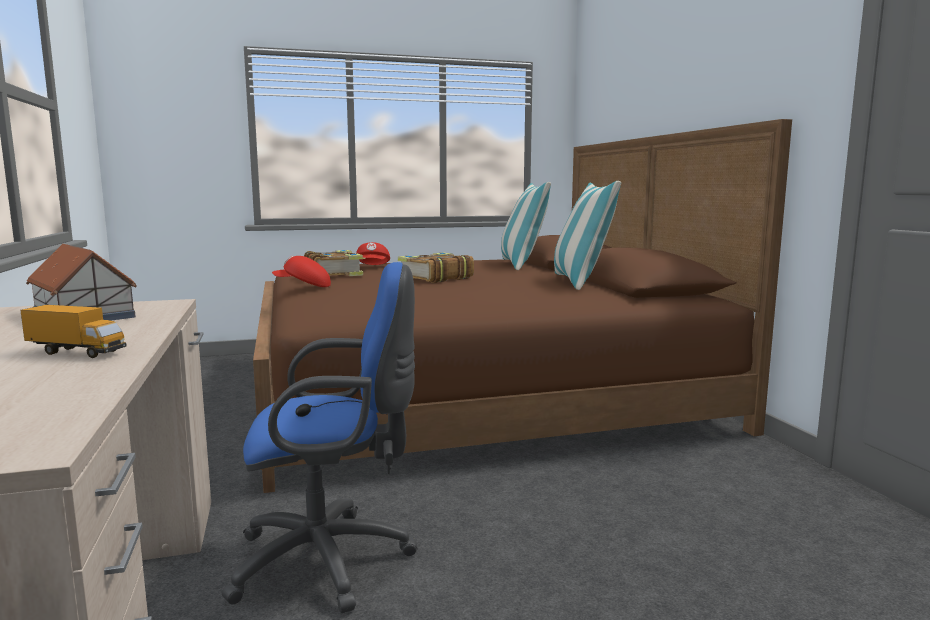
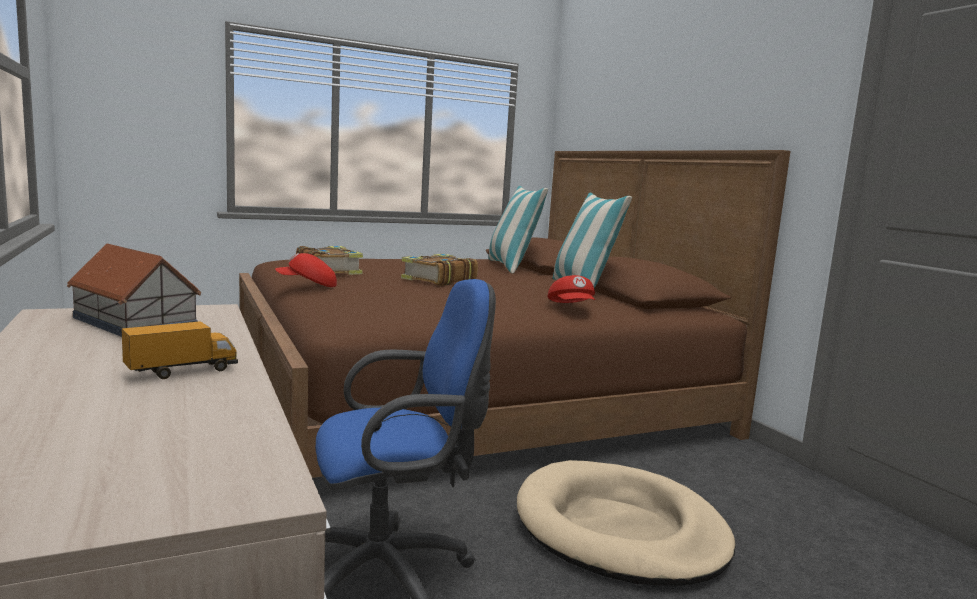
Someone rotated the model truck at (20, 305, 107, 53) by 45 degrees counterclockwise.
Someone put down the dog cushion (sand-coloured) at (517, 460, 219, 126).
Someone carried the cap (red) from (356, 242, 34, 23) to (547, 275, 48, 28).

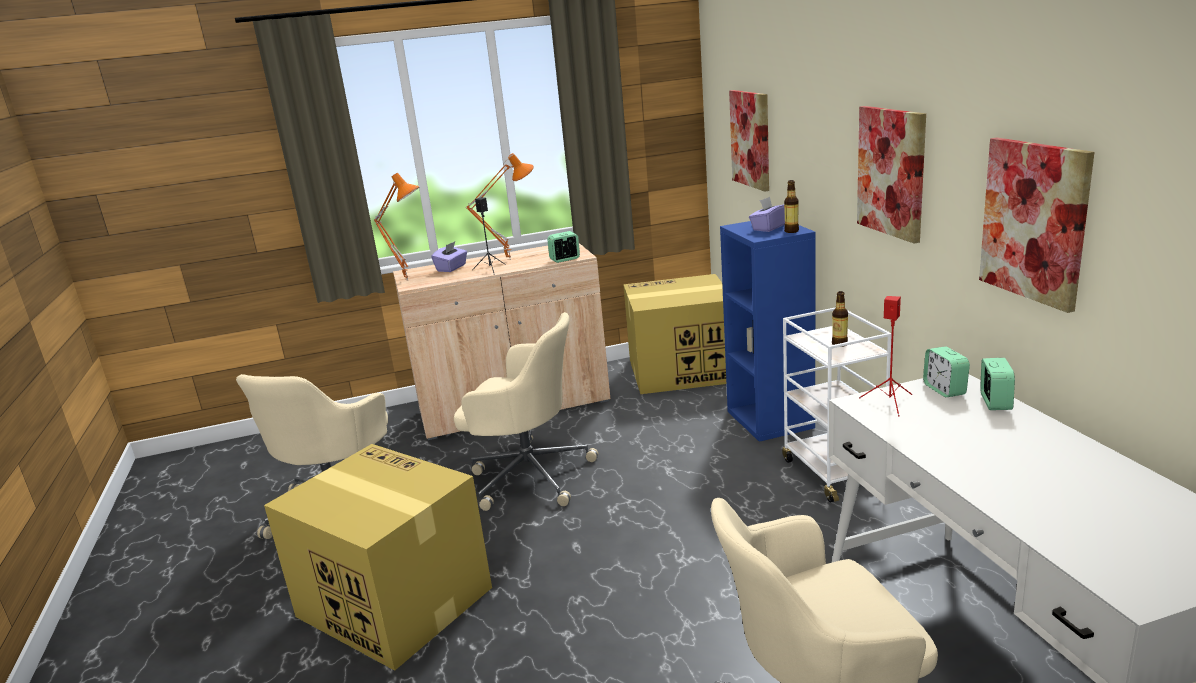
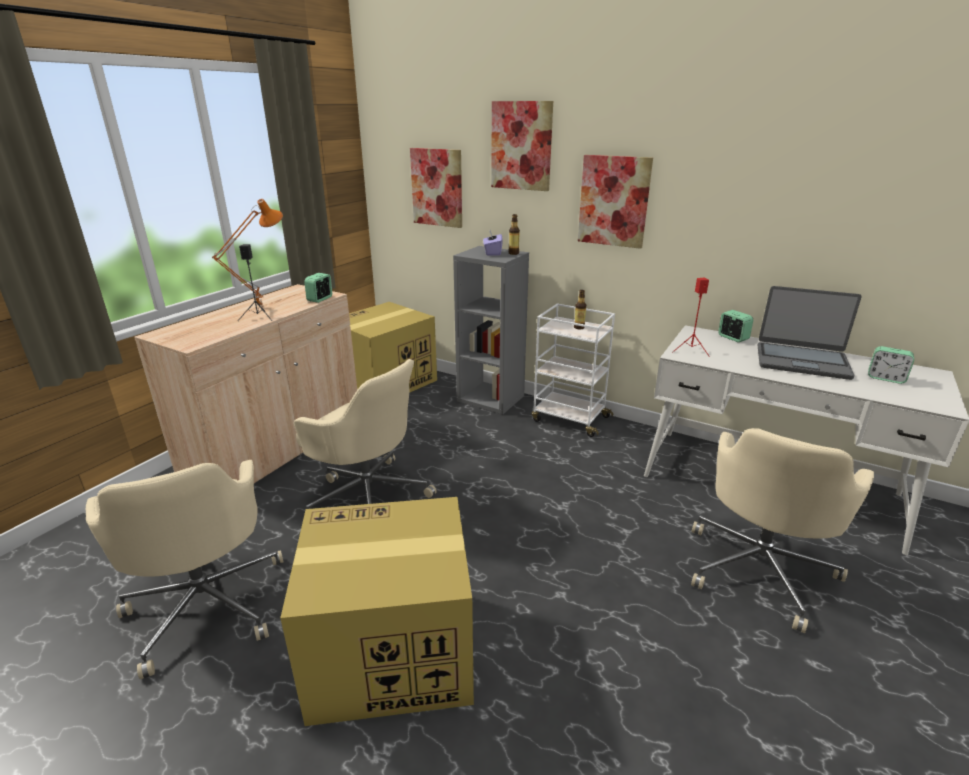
Someone rotated the computer chair (sand-coloured) at (454, 312, 144, 199) by 60 degrees clockwise.
Someone repainted the bookshelf (blue) at (720, 221, 96, 221), which became the bookshelf (gray) at (453, 246, 76, 168).
Someone carried the picture from (979, 137, 116, 176) to (491, 101, 62, 90).
Someone put down the portable computer at (758, 286, 103, 94).
Someone carried the table clock from (923, 346, 47, 51) to (868, 346, 46, 38).
Someone took away the tabletop lamp (orangey) at (374, 173, 45, 108).
Someone took away the tissue holder (purple-coloured) at (431, 242, 36, 30).

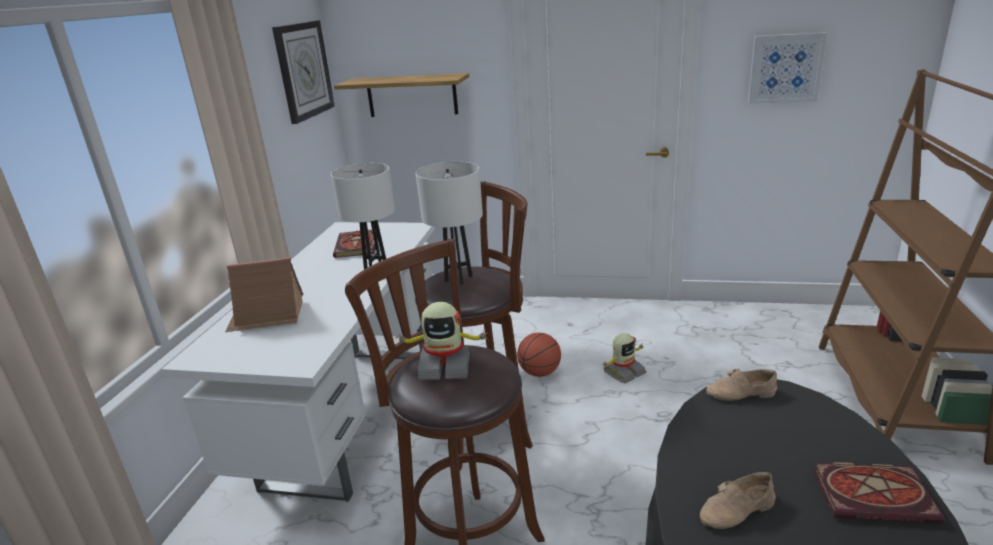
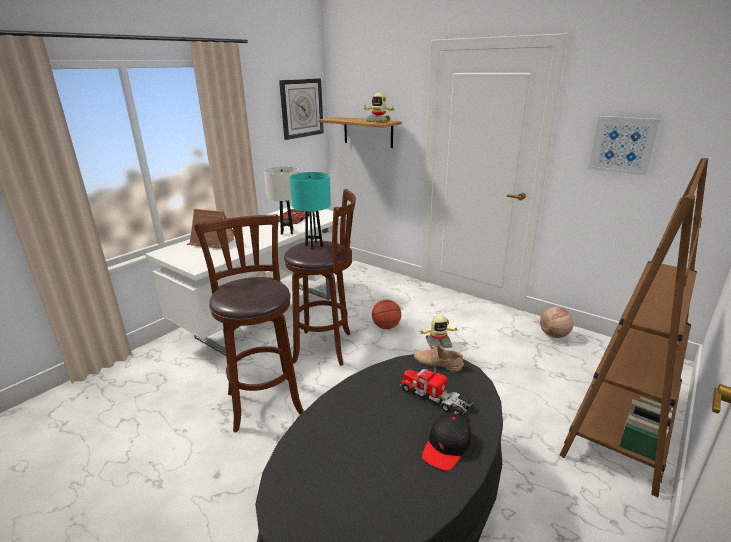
Someone repainted the tabletop lamp (whitish) at (416, 162, 67, 123), which became the tabletop lamp (blue-green) at (290, 172, 41, 77).
Someone carried the toy robot from (395, 302, 95, 78) to (363, 93, 32, 30).
Someone put down the model truck at (400, 367, 73, 51).
Someone swapped the bound book at (813, 462, 131, 62) for the cap (blackish) at (422, 413, 49, 58).
Someone put down the basketball ball at (540, 307, 33, 31).
Someone took away the low shoe (sand-coloured) at (700, 472, 76, 57).

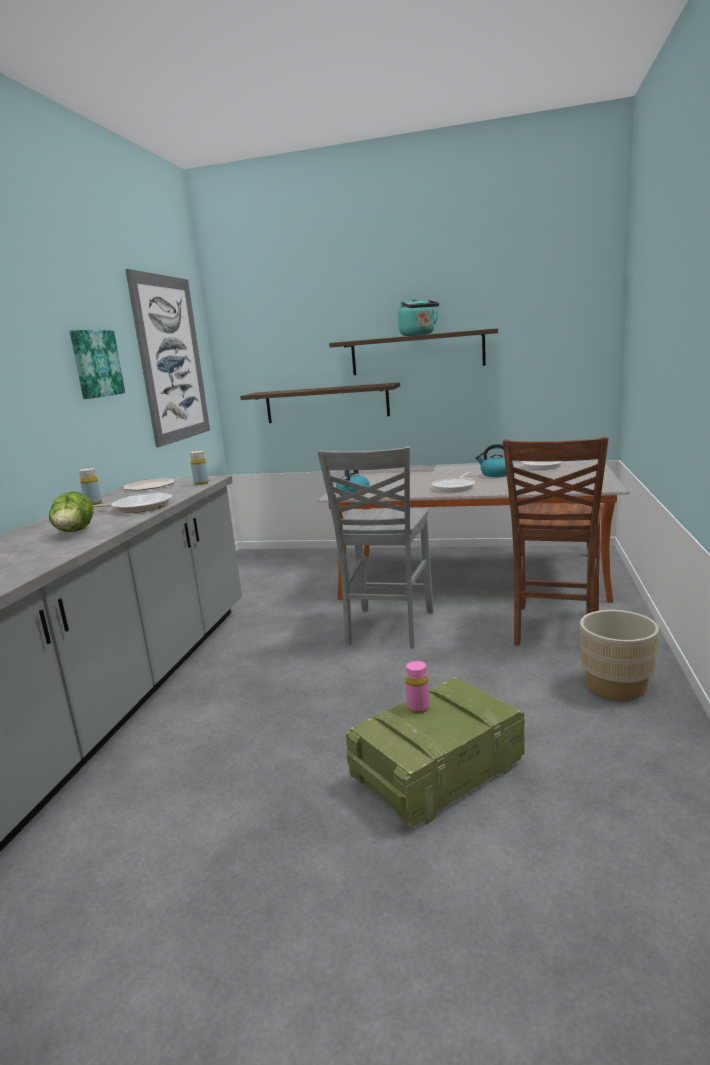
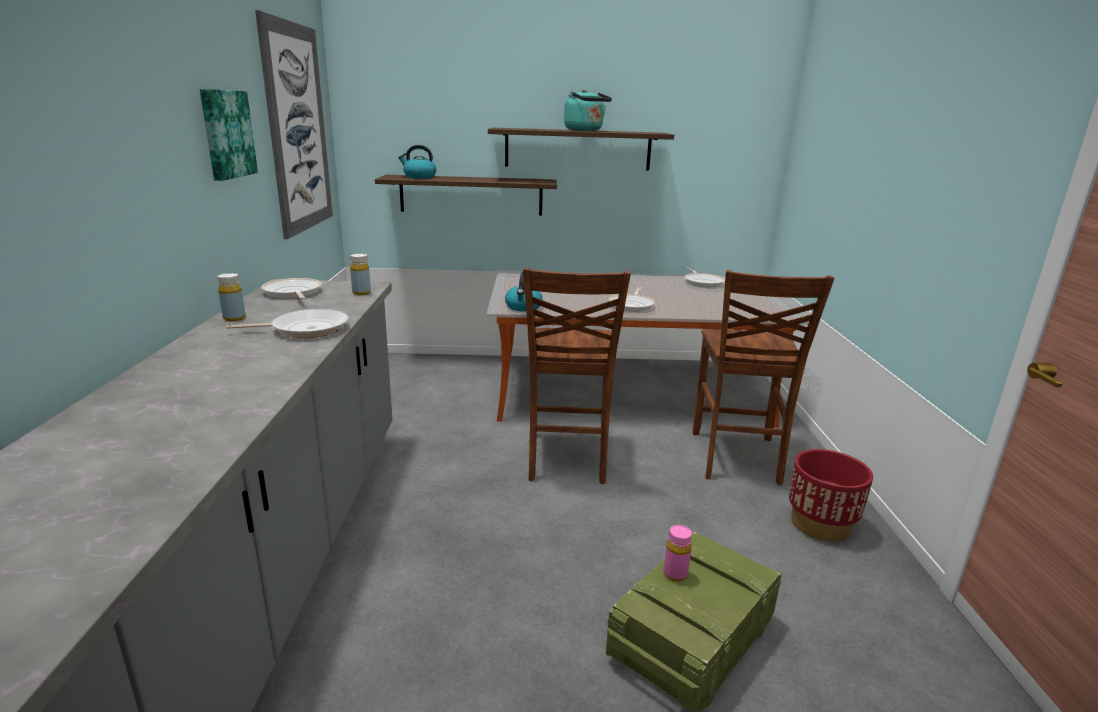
Someone swapped the plate at (123, 478, 51, 12) for the frying pan at (261, 278, 61, 21).
Someone carried the kettle from (475, 444, 39, 33) to (398, 145, 38, 34).
Someone repainted the chair (gray) at (318, 446, 115, 203), which became the chair (brown-coloured) at (523, 268, 108, 216).
Someone repainted the flower pot (sand-coloured) at (580, 610, 79, 90), which became the flower pot (red) at (789, 449, 84, 93).
Someone took away the lettuce head at (49, 492, 45, 40).

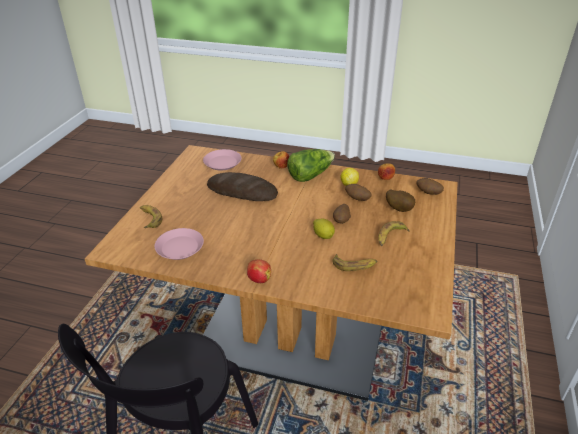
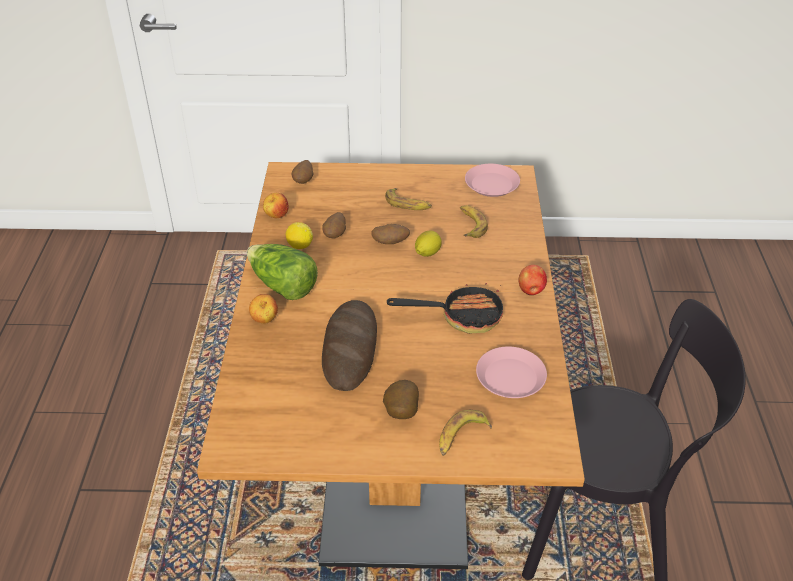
Someone carried the spud from (386, 189, 29, 23) to (383, 380, 36, 39).
Someone put down the frying pan at (387, 283, 116, 50).
Someone carried the plate (pinkish) from (203, 149, 39, 22) to (465, 164, 55, 33).

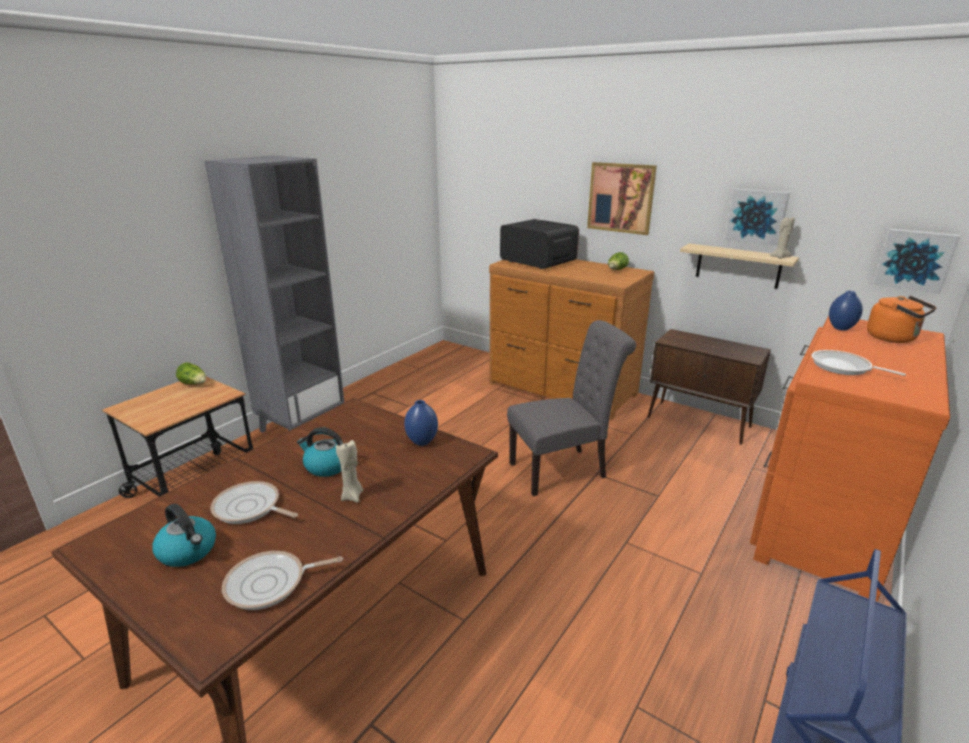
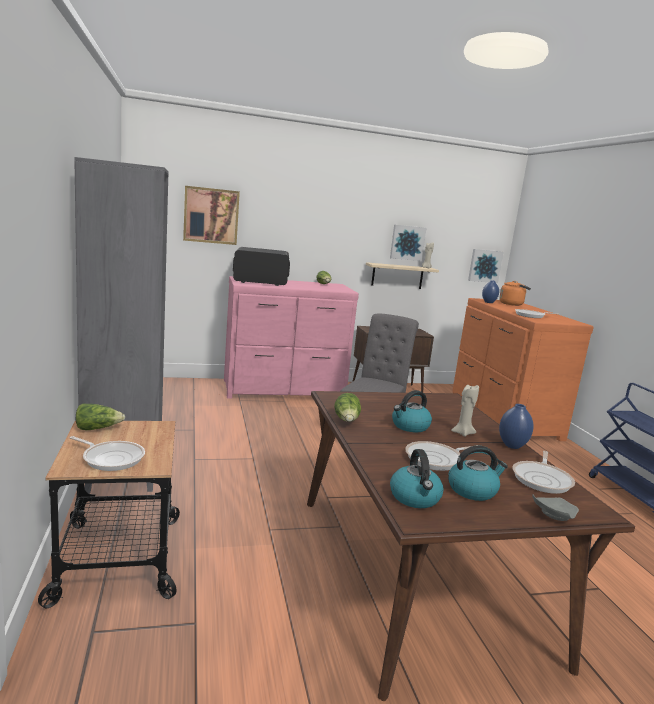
Someone put down the frying pan at (70, 436, 75, 35).
Someone carried the picture from (587, 162, 70, 73) to (183, 186, 57, 59).
Someone repainted the dresser (brown-coloured) at (489, 259, 165, 162), which became the dresser (pinkish) at (224, 276, 135, 123).
Someone put down the lettuce head at (334, 393, 27, 29).
Someone put down the kettle at (390, 449, 54, 59).
Someone carried the vase (blue) from (404, 400, 34, 46) to (499, 404, 35, 45).
Someone put down the plate (gray) at (532, 494, 47, 27).

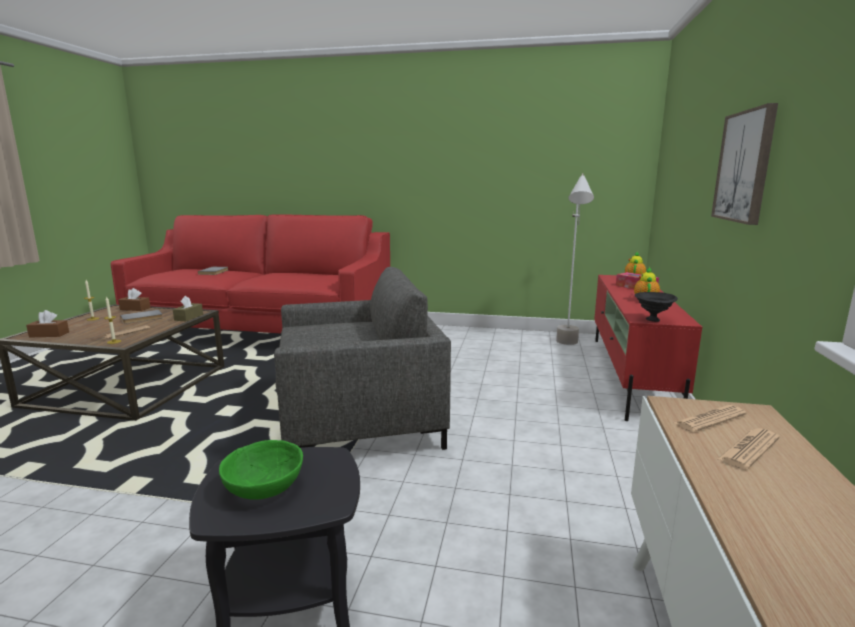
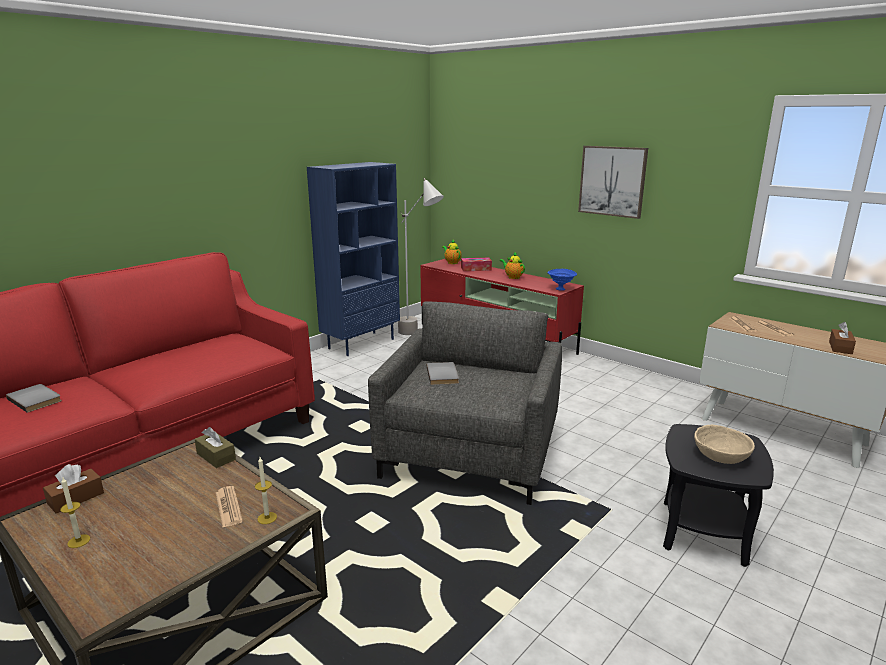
Someone put down the bookshelf (blue) at (307, 162, 93, 194).
Someone carried the bound book (gray) from (120, 310, 43, 14) to (426, 362, 33, 23).
Someone repainted the serving bowl (blackish) at (635, 292, 43, 30), which became the serving bowl (blue) at (547, 269, 30, 21).
Someone repainted the serving bowl (green) at (219, 440, 84, 60), which became the serving bowl (sand-coloured) at (694, 425, 61, 39).
Someone carried the tissue holder (brown-coloured) from (26, 310, 43, 27) to (829, 322, 27, 32).

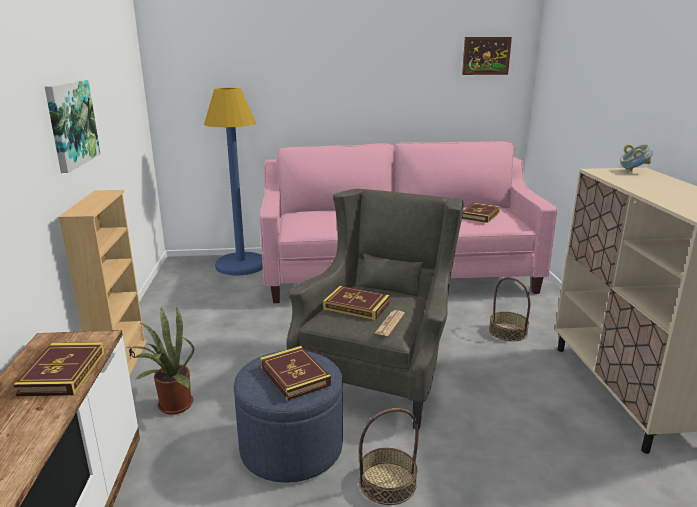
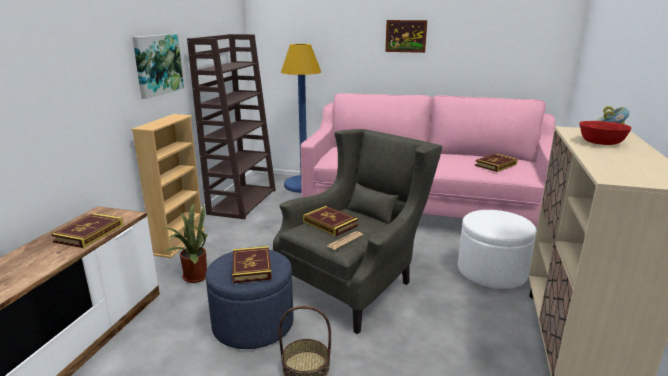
Someone put down the bookshelf (brown-coloured) at (187, 34, 89, 185).
Someone carried the picture from (462, 37, 50, 38) to (385, 20, 42, 33).
Someone swapped the basket at (489, 277, 41, 64) for the ottoman (whitish) at (458, 210, 78, 79).
Someone put down the serving bowl (red) at (580, 121, 52, 24).

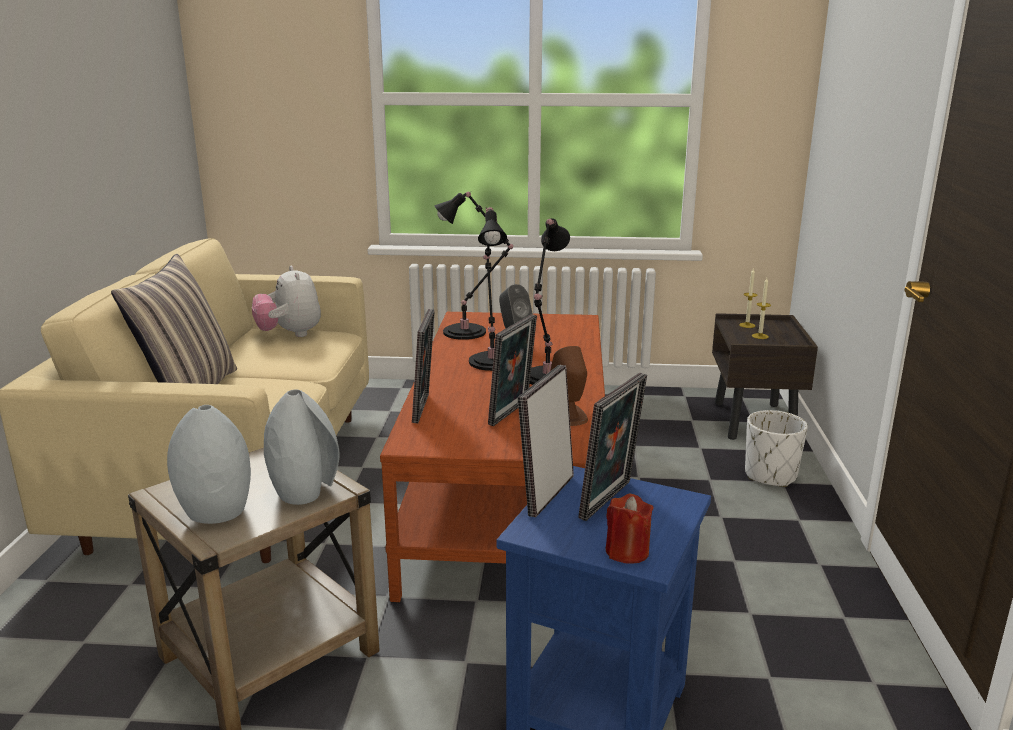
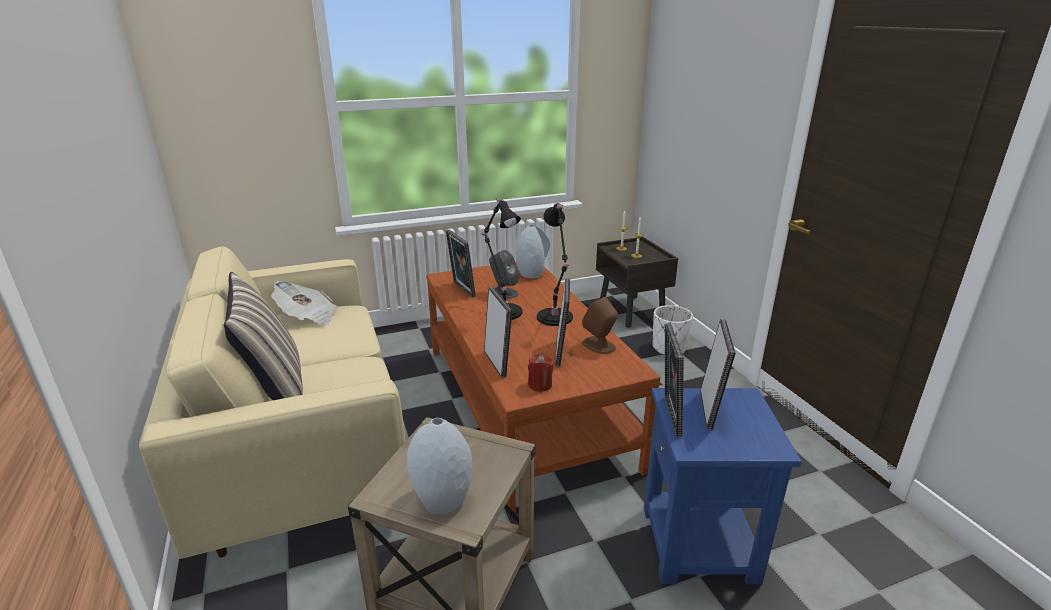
Someone swapped the cuddly toy at (252, 266, 69, 71) for the daily paper at (271, 281, 66, 44).
Someone swapped the tabletop lamp (blackish) at (434, 192, 80, 148) for the picture frame at (446, 230, 30, 68).
Someone carried the vase (gray) from (264, 389, 75, 116) to (515, 225, 35, 53).
Someone carried the candle (red) from (605, 494, 48, 70) to (528, 353, 25, 39).

